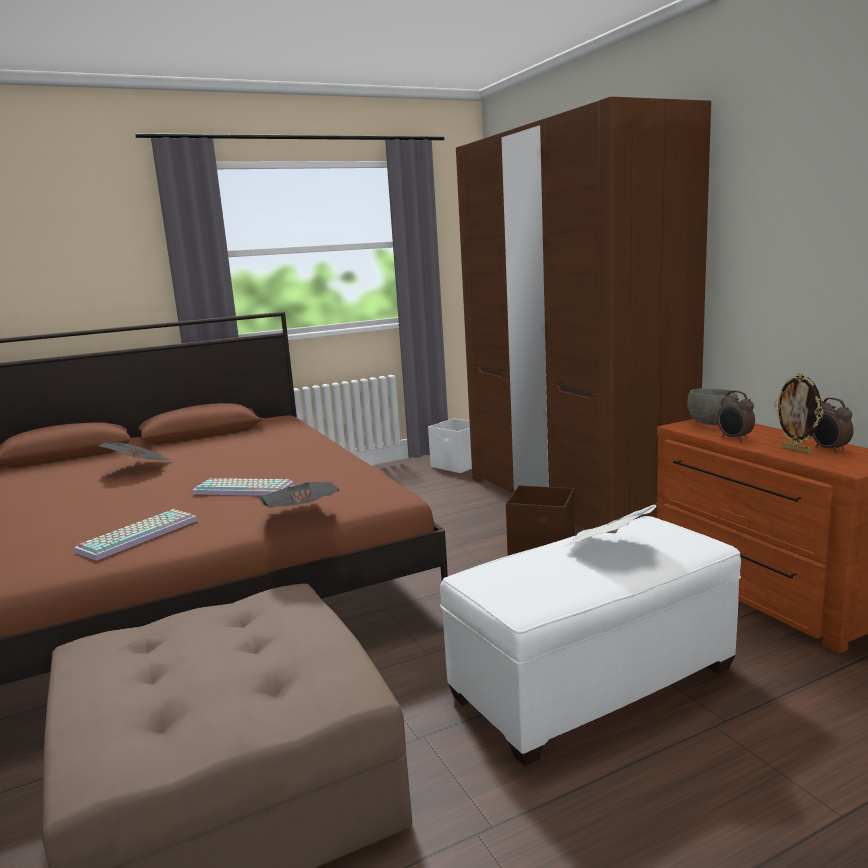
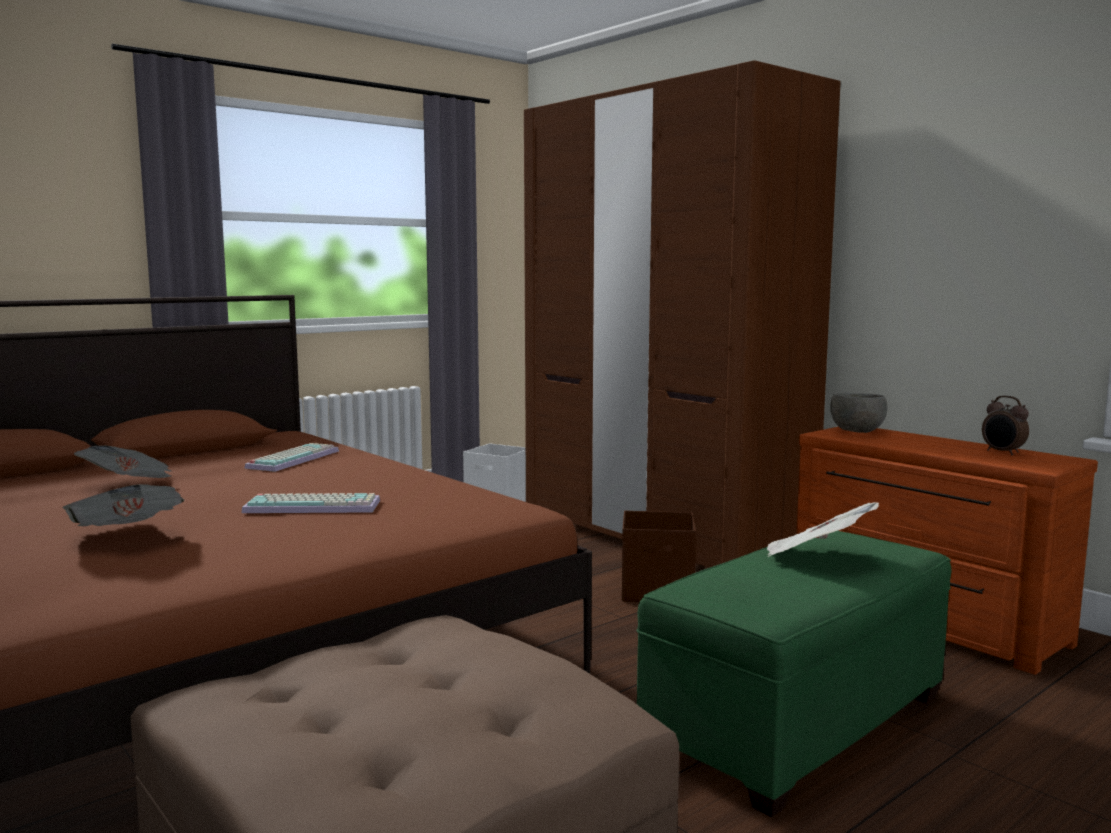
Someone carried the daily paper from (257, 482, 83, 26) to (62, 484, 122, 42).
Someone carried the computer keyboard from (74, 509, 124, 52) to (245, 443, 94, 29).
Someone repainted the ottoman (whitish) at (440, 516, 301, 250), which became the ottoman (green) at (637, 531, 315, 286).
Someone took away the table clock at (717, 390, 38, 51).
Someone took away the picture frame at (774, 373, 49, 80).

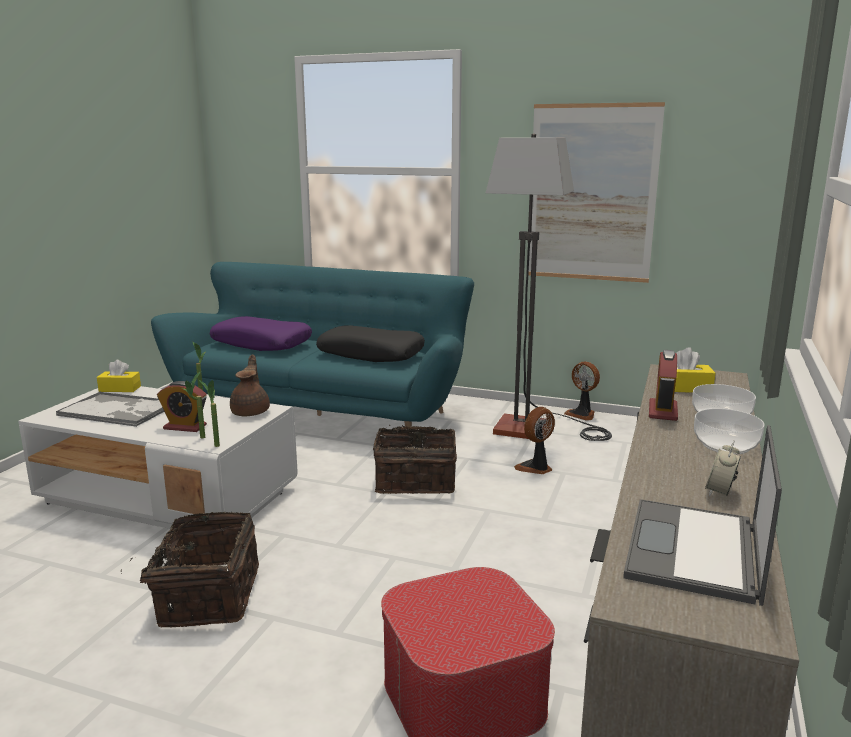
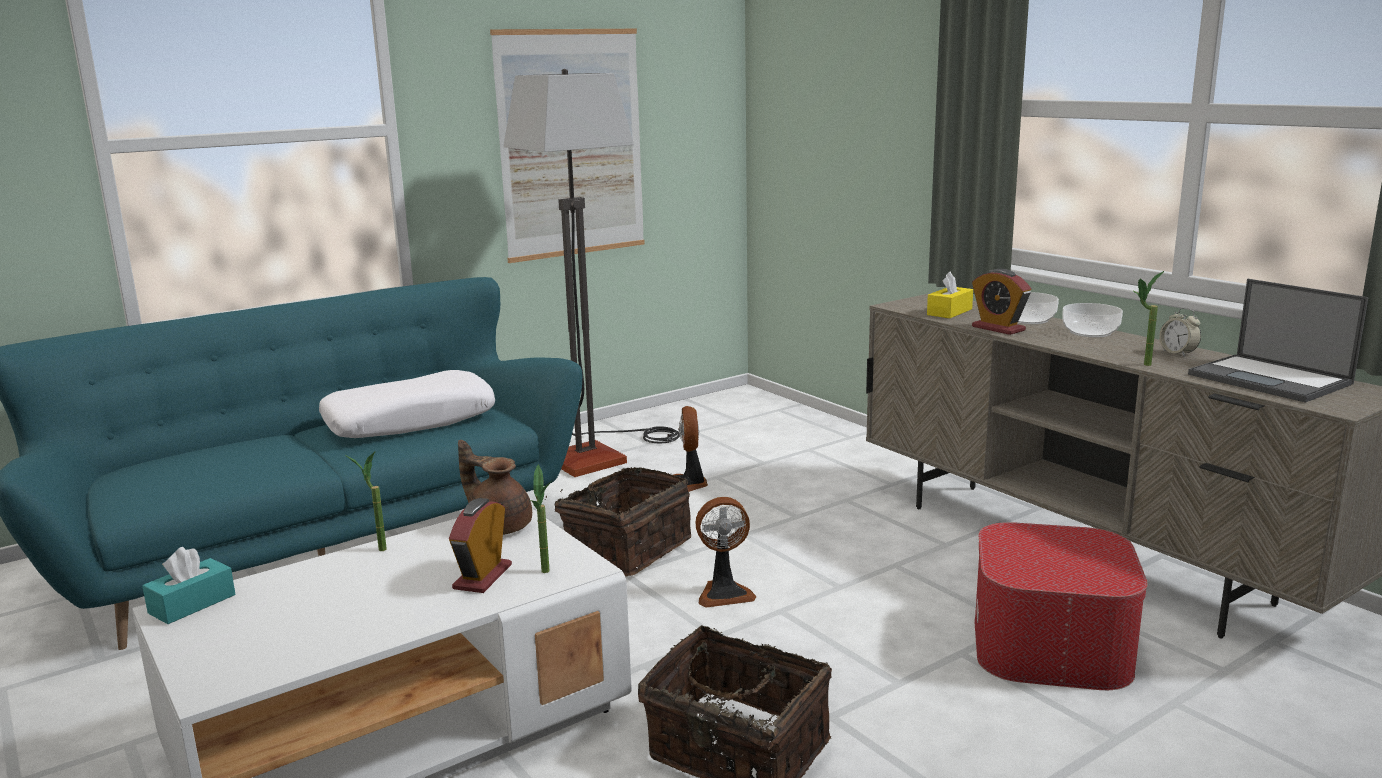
Someone repainted the tissue holder (yellowish) at (97, 360, 44, 32), which became the tissue holder (blue-green) at (142, 547, 93, 77).
Someone repainted the cushion (blackish) at (316, 325, 109, 37), which became the cushion (whitish) at (319, 370, 176, 68).
Someone rotated the table clock at (157, 381, 50, 51) by 150 degrees clockwise.
Someone carried the electric fan from (564, 362, 36, 59) to (695, 497, 61, 111).
Someone carried the plant in a pot from (199, 380, 21, 67) to (1132, 271, 32, 95).
Someone took away the serving tray at (56, 391, 108, 36).
Someone took away the cushion (purple-coloured) at (210, 316, 102, 35).

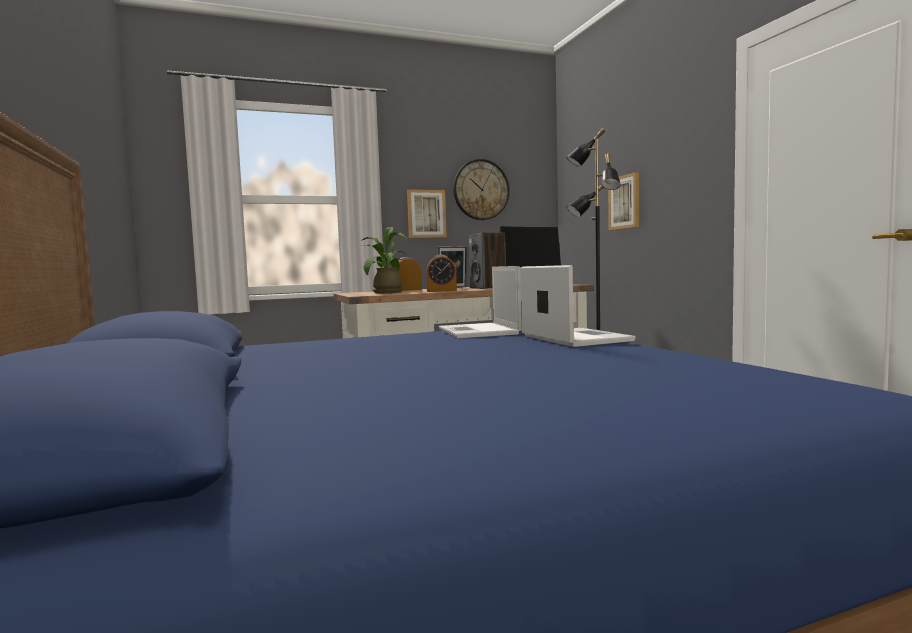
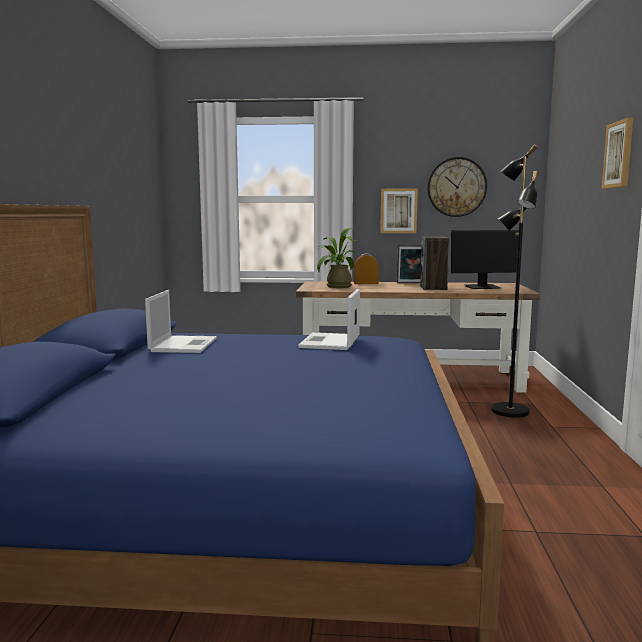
Someone carried the portable computer from (520, 265, 116, 82) to (145, 290, 72, 63).
Someone carried the picture from (608, 172, 31, 58) to (602, 117, 31, 72).
Someone took away the table clock at (426, 255, 31, 37).

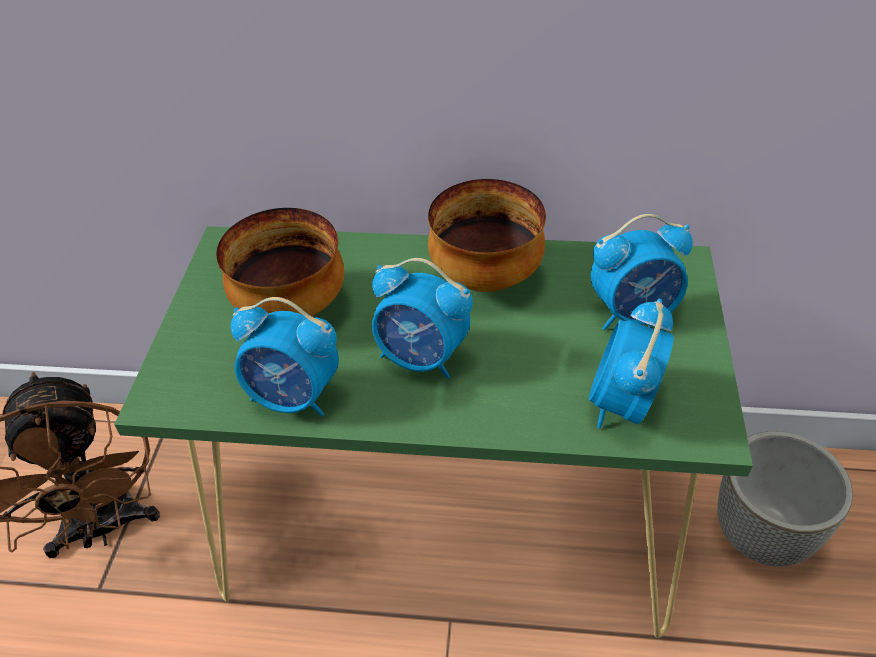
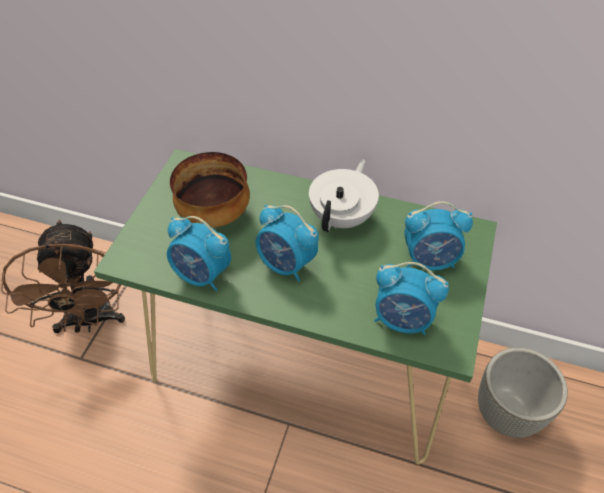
Someone swapped the serving bowl at (428, 179, 118, 113) for the pot for tea (whitish) at (309, 159, 70, 73).
Someone rotated the table clock at (589, 299, 85, 130) by 105 degrees counterclockwise.

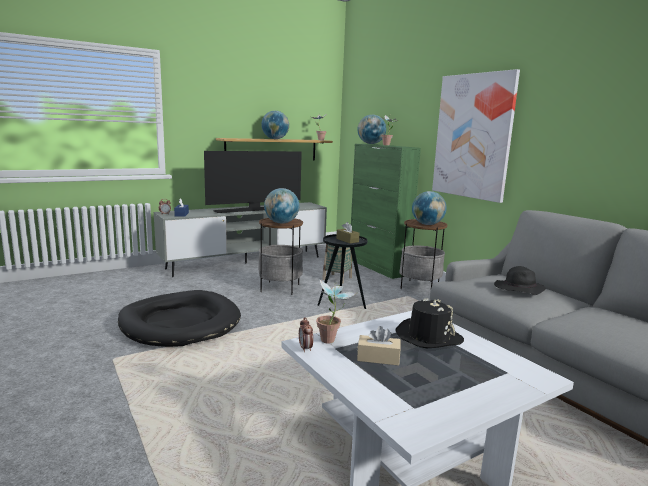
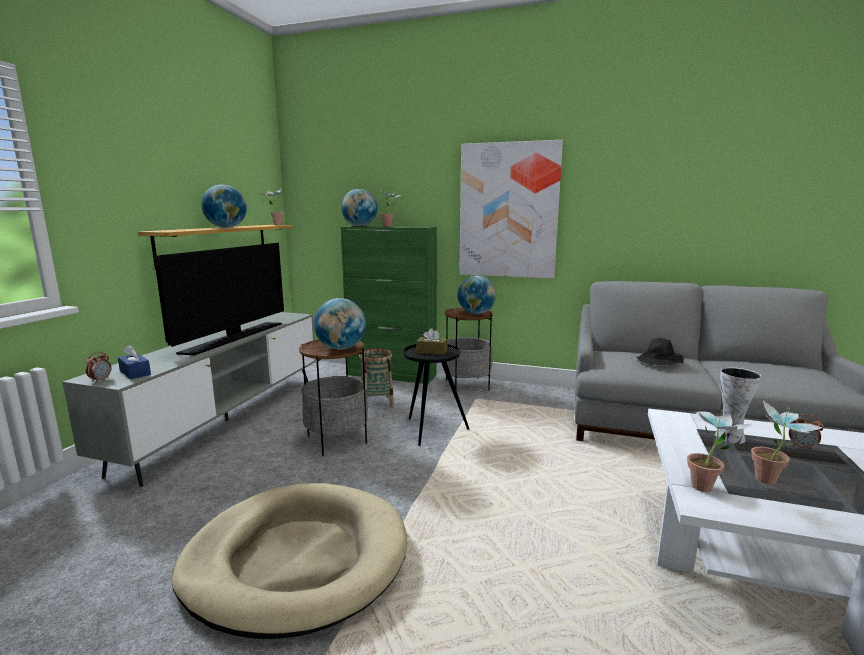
Someone repainted the dog cushion (blackish) at (118, 290, 123, 57), which became the dog cushion (sand-coloured) at (172, 483, 235, 156).
Someone swapped the hat (blackish) at (395, 298, 69, 50) for the vase at (715, 367, 46, 77).
Someone swapped the tissue holder (sand-coloured) at (357, 326, 44, 40) for the plant in a pot at (751, 400, 72, 84).
Someone carried the table clock from (299, 317, 14, 35) to (789, 414, 35, 37).

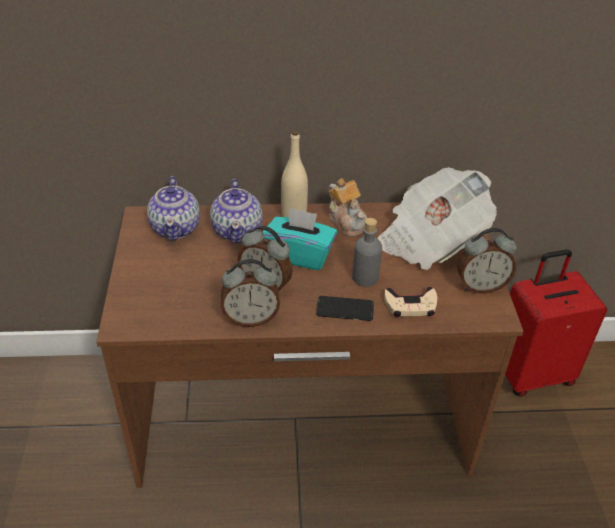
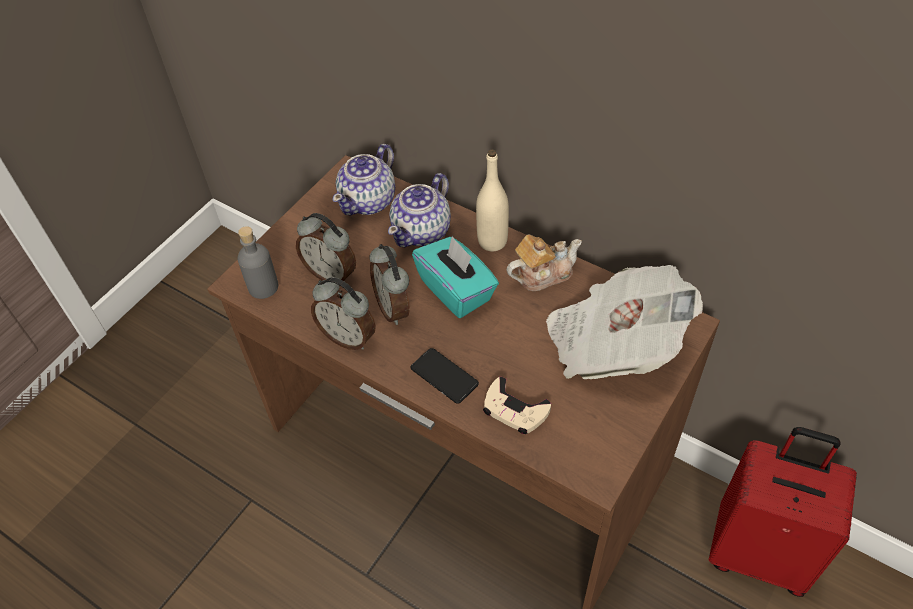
Someone carried the drink bottle (gray) from (352, 218, 30, 69) to (237, 226, 41, 73).
Someone carried the table clock from (457, 228, 59, 66) to (296, 213, 60, 69).
Someone rotated the pot for tea at (329, 178, 38, 59) by 120 degrees counterclockwise.

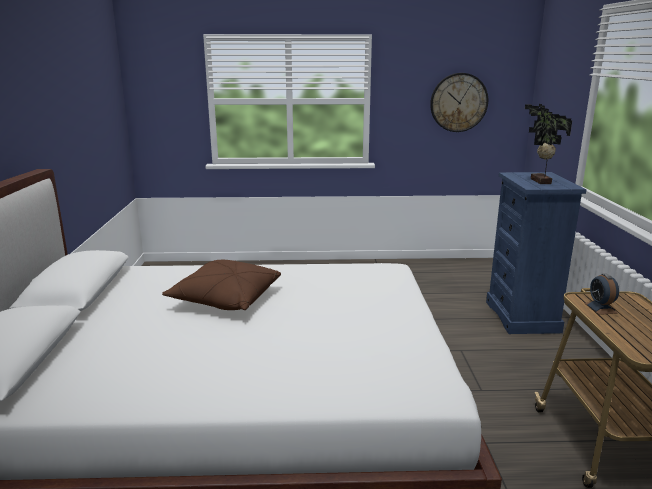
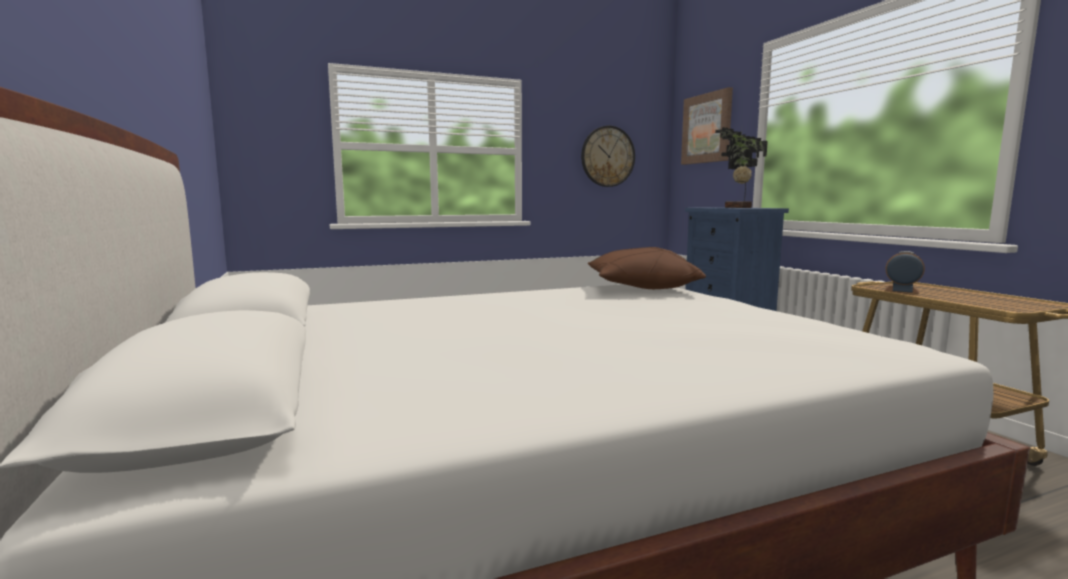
Someone carried the cushion (brown-coloured) from (162, 260, 119, 50) to (588, 247, 118, 42).
Someone put up the picture at (681, 87, 52, 78).
Someone rotated the table clock at (584, 274, 35, 41) by 150 degrees clockwise.

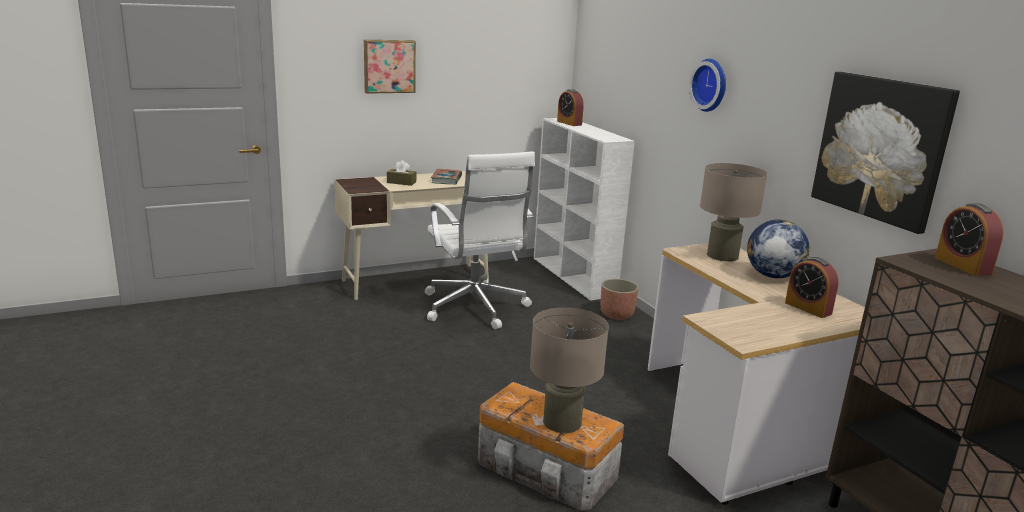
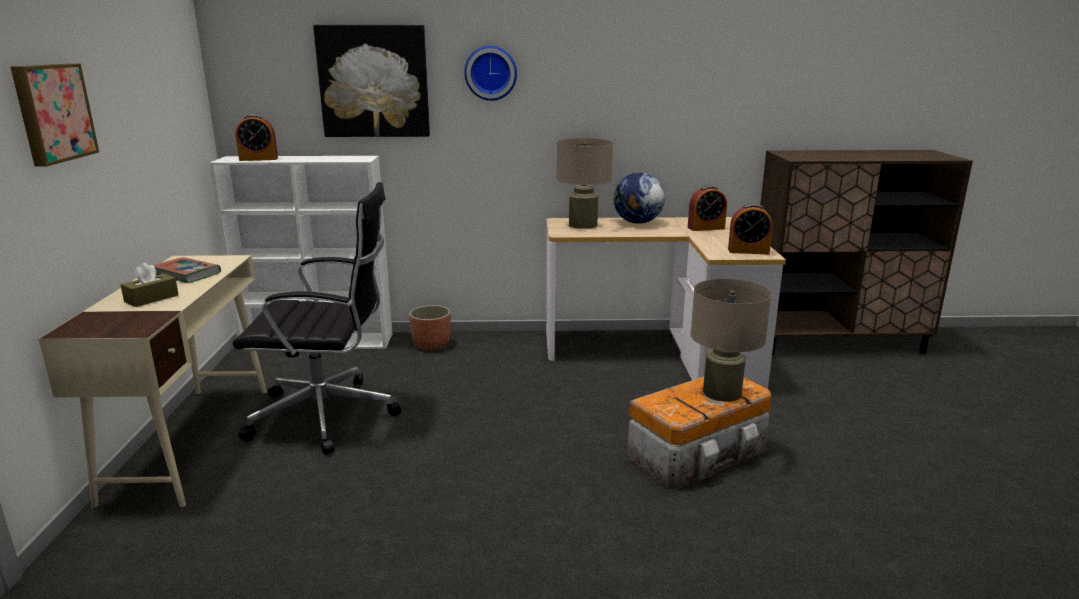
Someone repainted the computer chair (whitish) at (425, 151, 110, 178), which became the computer chair (blackish) at (233, 182, 168, 273).
Someone carried the picture from (811, 72, 149, 162) to (313, 25, 117, 112).
Someone carried the table clock from (935, 203, 69, 73) to (728, 203, 45, 51).

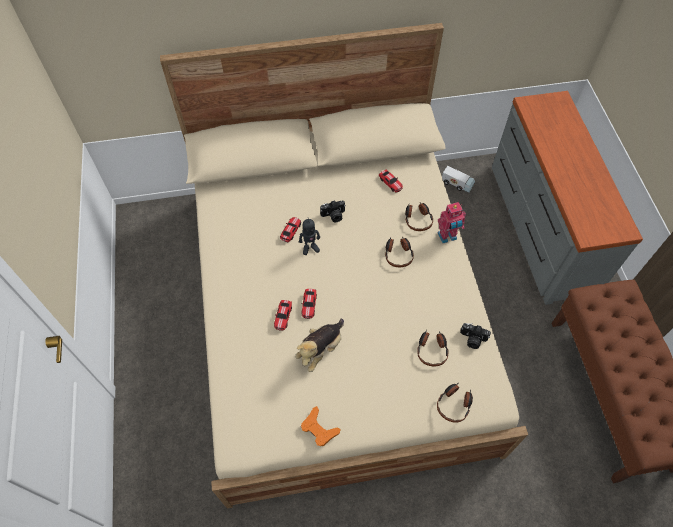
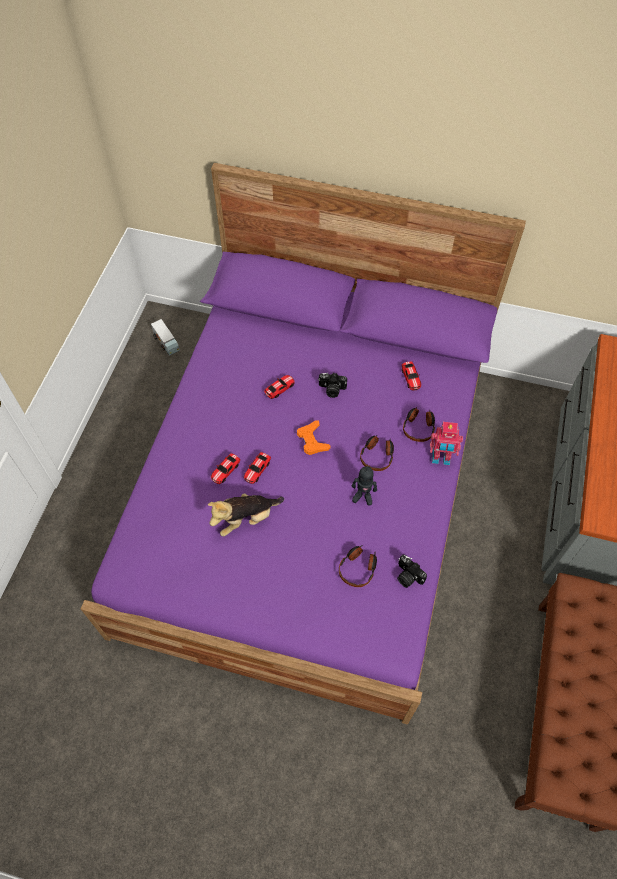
Someone repainted the bedroom bed (sand-coloured) at (160, 23, 368, 486), which became the bedroom bed (purple-coloured) at (81, 163, 445, 561).
Someone carried the model truck from (442, 166, 33, 27) to (151, 319, 29, 37).
Someone carried the joypad (orangey) from (301, 406, 39, 40) to (297, 420, 34, 35).
Someone carried the toy robot from (299, 217, 21, 38) to (352, 466, 25, 40).
Someone took away the headphones at (437, 383, 36, 40).

